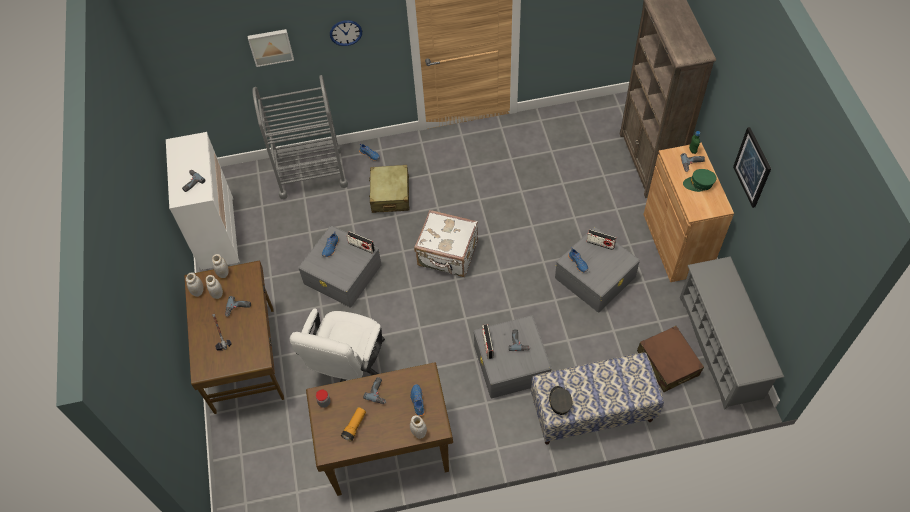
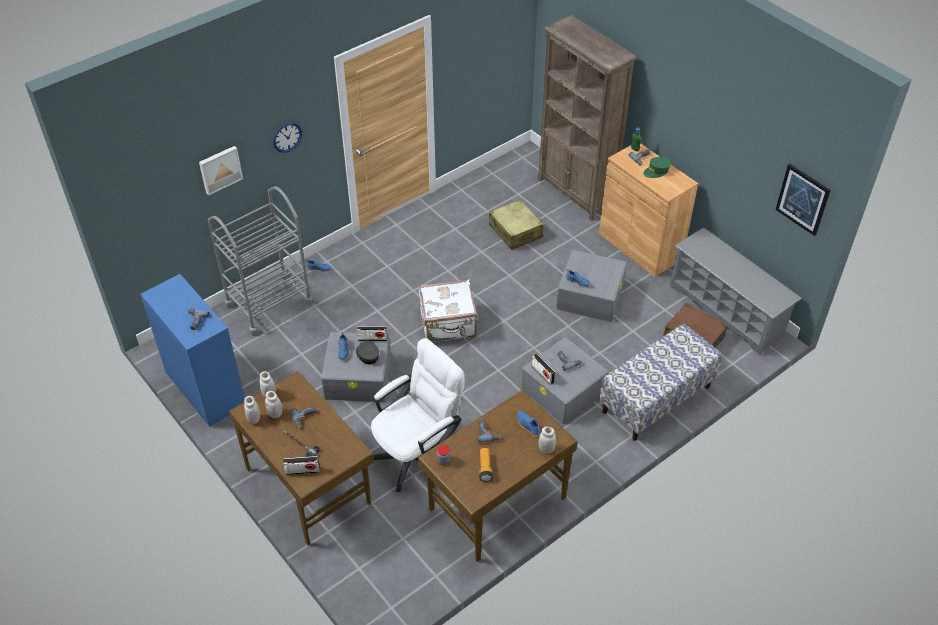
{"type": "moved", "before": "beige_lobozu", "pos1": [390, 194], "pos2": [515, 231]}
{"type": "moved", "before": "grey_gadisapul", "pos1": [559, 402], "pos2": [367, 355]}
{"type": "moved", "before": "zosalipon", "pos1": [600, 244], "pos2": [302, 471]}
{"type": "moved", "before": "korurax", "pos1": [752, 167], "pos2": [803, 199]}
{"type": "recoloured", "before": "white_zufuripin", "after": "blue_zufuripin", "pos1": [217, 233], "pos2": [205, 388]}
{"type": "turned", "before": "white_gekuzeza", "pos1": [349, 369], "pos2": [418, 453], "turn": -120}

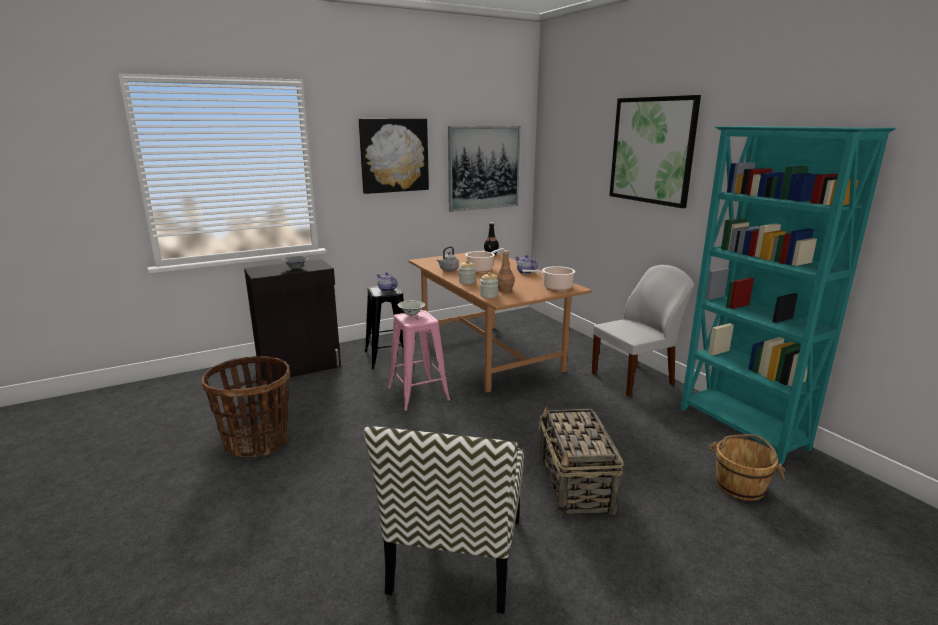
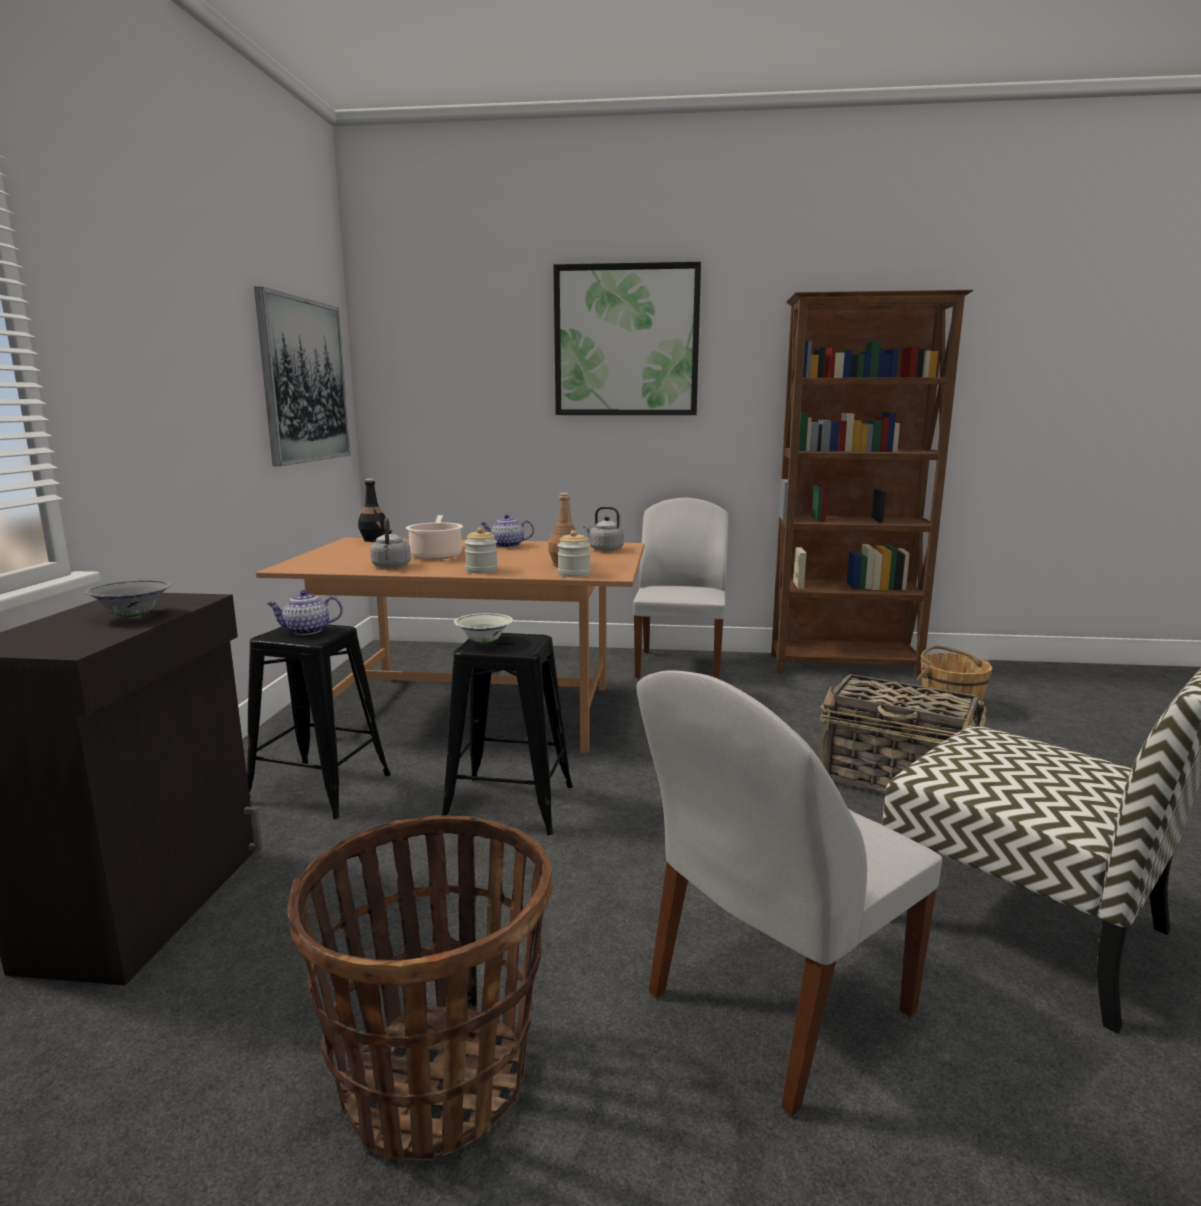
{"type": "removed", "before": "korurax", "pos1": [394, 155]}
{"type": "added", "after": "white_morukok", "pos2": [774, 1006]}
{"type": "replaced", "before": "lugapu", "after": "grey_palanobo", "pos1": [555, 287], "pos2": [604, 549]}
{"type": "recoloured", "before": "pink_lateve", "after": "black_lateve", "pos1": [418, 394], "pos2": [509, 805]}
{"type": "recoloured", "before": "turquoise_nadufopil", "after": "brown_nadufopil", "pos1": [741, 429], "pos2": [845, 666]}

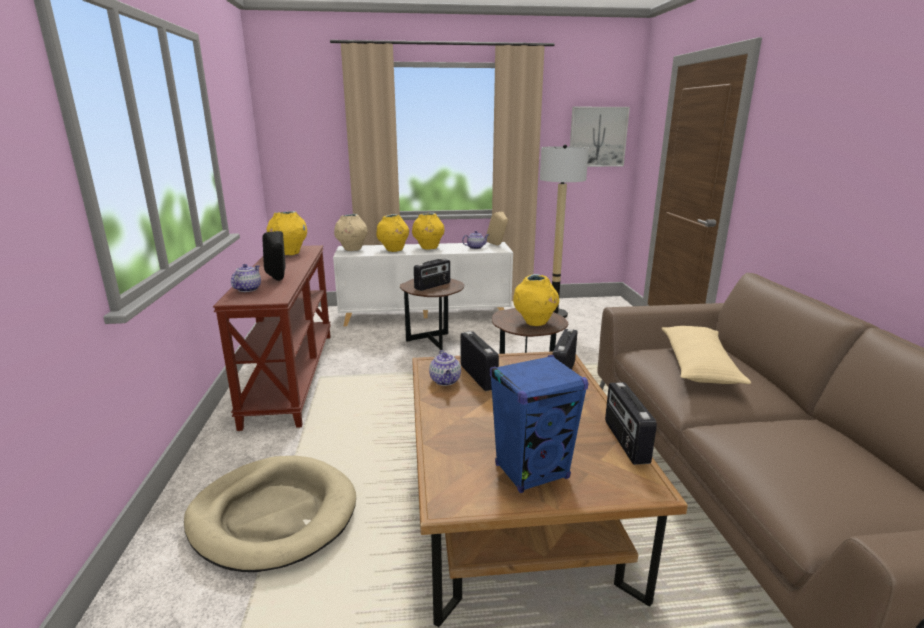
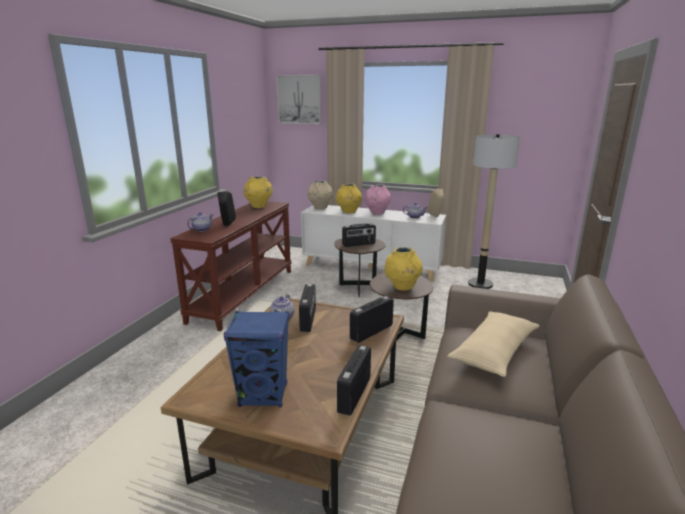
{"type": "removed", "before": "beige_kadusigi", "pos1": [273, 515]}
{"type": "moved", "before": "korurax", "pos1": [597, 137], "pos2": [299, 99]}
{"type": "recoloured", "before": "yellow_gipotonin", "after": "pink_gipotonin", "pos1": [428, 248], "pos2": [377, 213]}

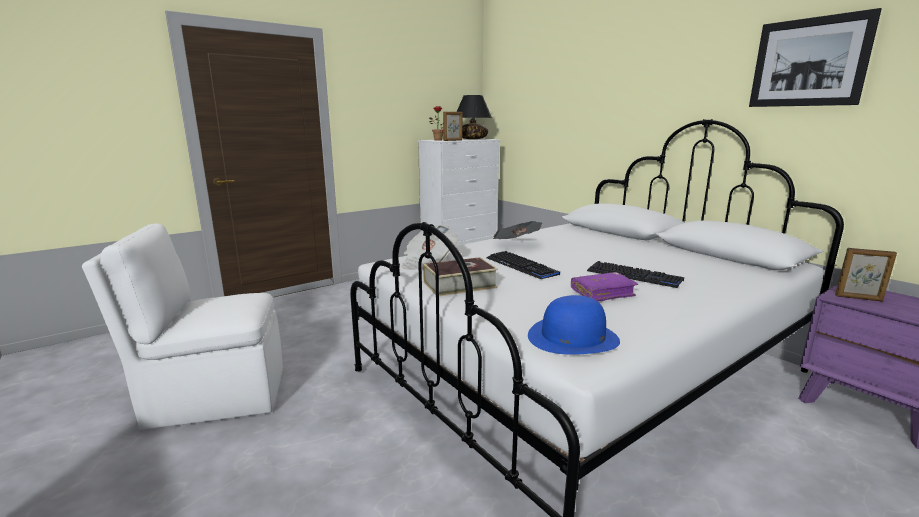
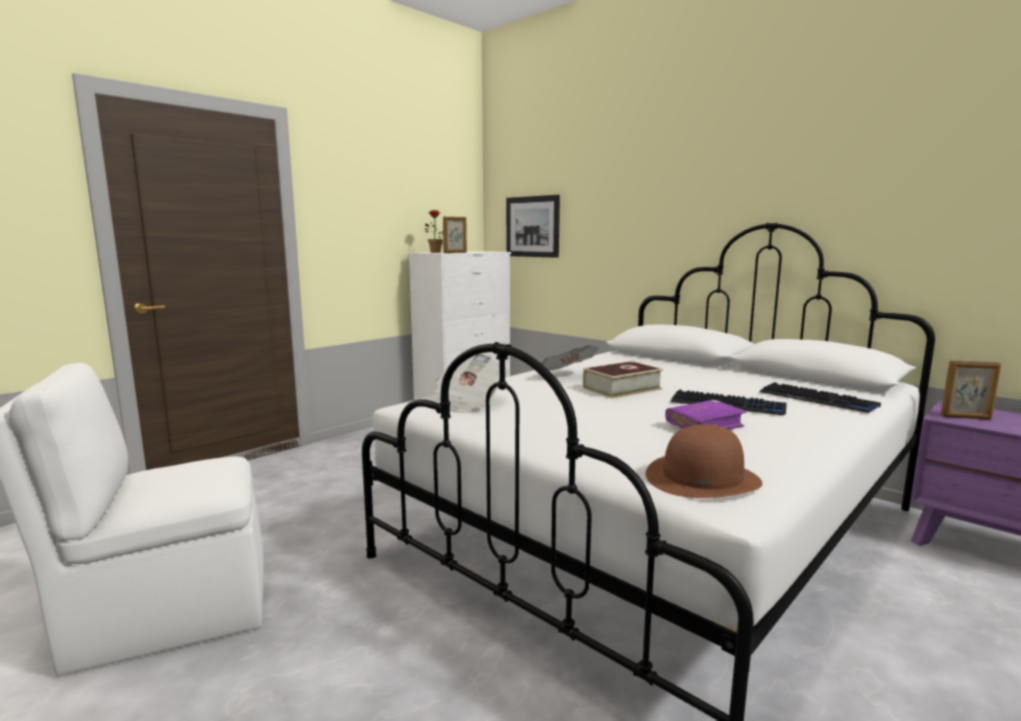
{"type": "removed", "before": "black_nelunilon", "pos1": [472, 139]}
{"type": "moved", "before": "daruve", "pos1": [459, 285], "pos2": [622, 388]}
{"type": "moved", "before": "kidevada", "pos1": [521, 266], "pos2": [817, 399]}
{"type": "moved", "before": "korurax", "pos1": [809, 62], "pos2": [532, 226]}
{"type": "recoloured", "before": "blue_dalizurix", "after": "brown_dalizurix", "pos1": [572, 337], "pos2": [702, 478]}

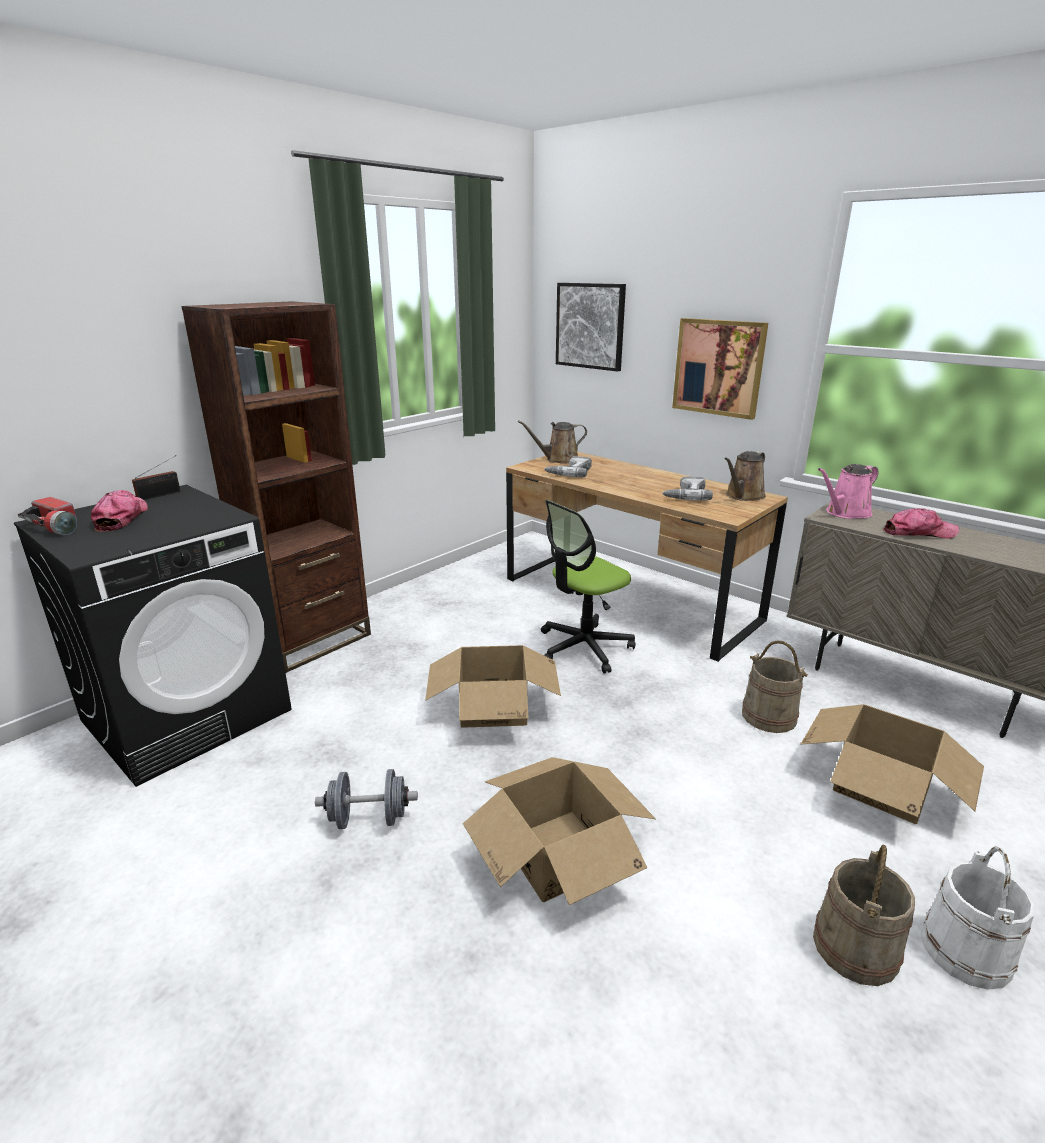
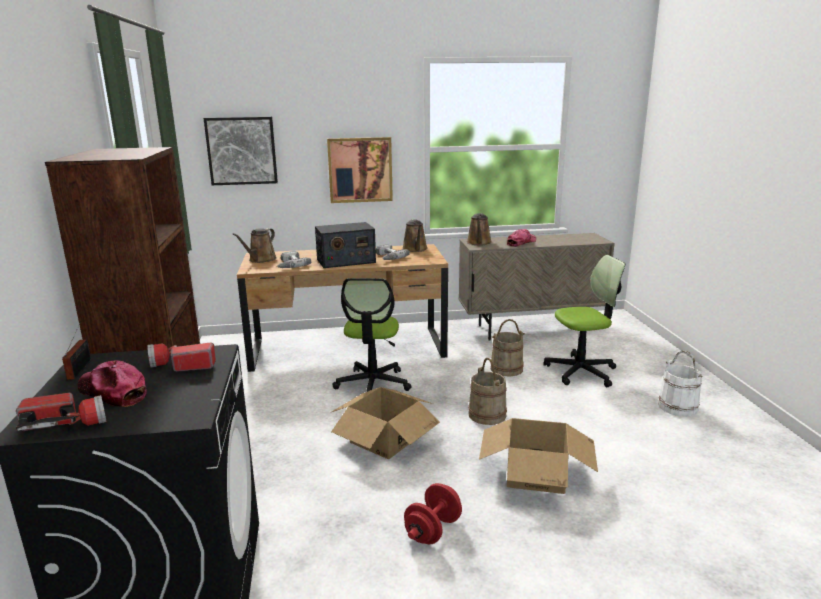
{"type": "added", "after": "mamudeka", "pos2": [182, 365]}
{"type": "added", "after": "zosalipon", "pos2": [345, 261]}
{"type": "moved", "before": "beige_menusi", "pos1": [856, 947], "pos2": [487, 414]}
{"type": "replaced", "before": "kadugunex", "after": "gekuzeza", "pos1": [881, 785], "pos2": [581, 371]}
{"type": "recoloured", "before": "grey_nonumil", "after": "red_nonumil", "pos1": [369, 819], "pos2": [433, 530]}
{"type": "recoloured", "before": "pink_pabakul", "after": "brown_pabakul", "pos1": [845, 513], "pos2": [479, 243]}

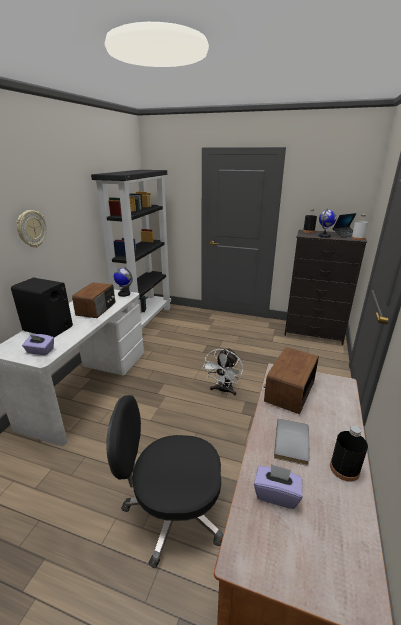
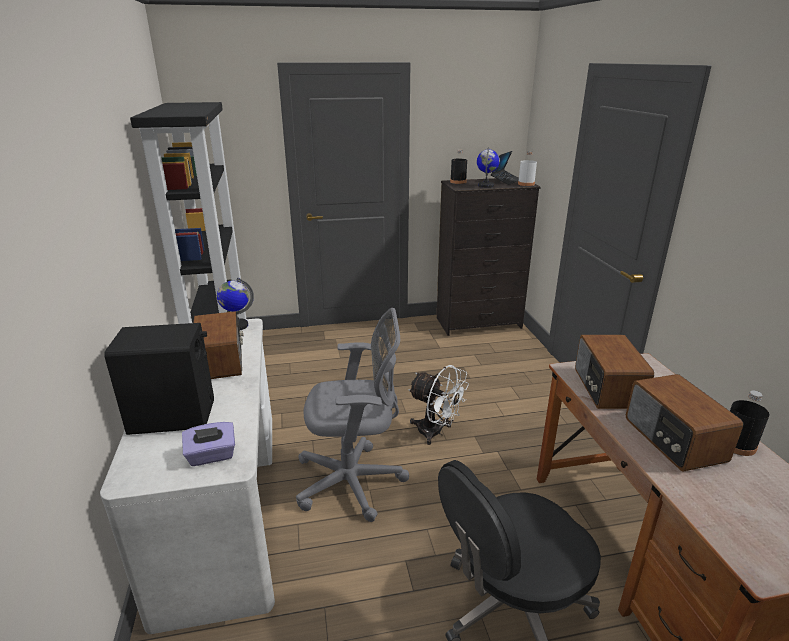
{"type": "removed", "before": "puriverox", "pos1": [31, 229]}
{"type": "removed", "before": "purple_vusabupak", "pos1": [276, 494]}
{"type": "added", "after": "grey_gekuzeza", "pos2": [354, 482]}
{"type": "replaced", "before": "grey_daruve", "after": "zosalipon", "pos1": [293, 443], "pos2": [673, 440]}
{"type": "turned", "before": "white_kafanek", "pos1": [223, 390], "pos2": [436, 432], "turn": -45}

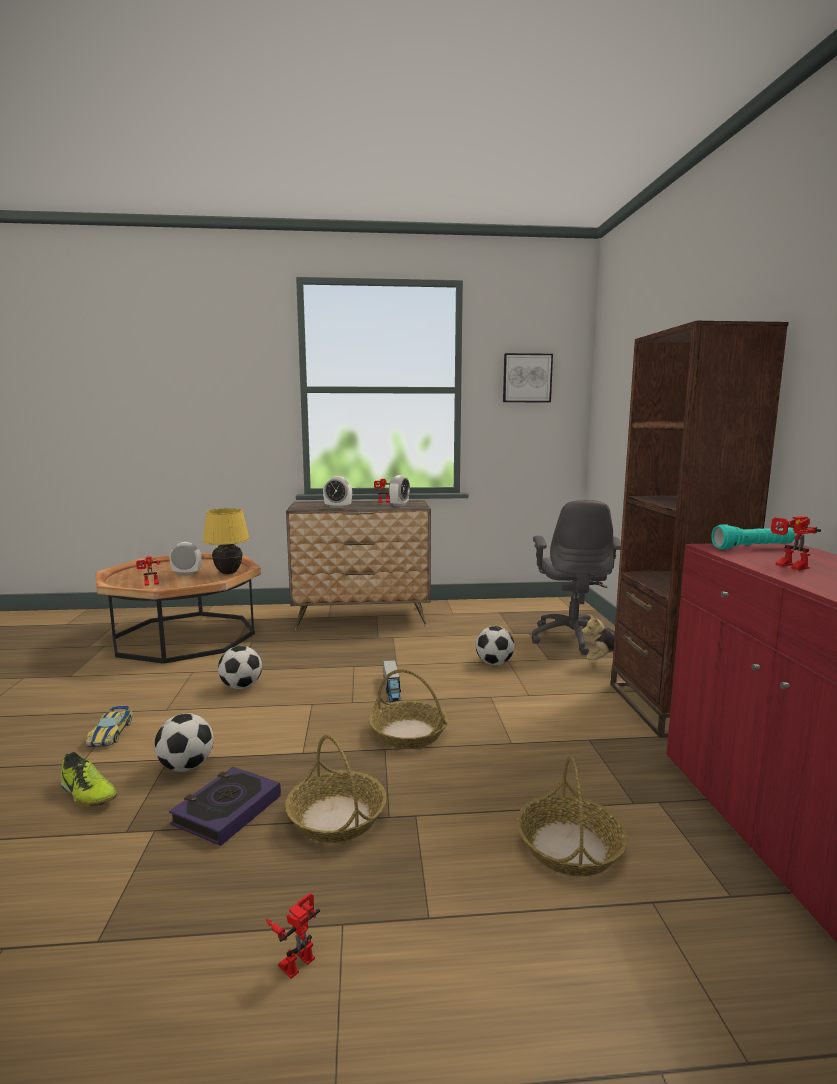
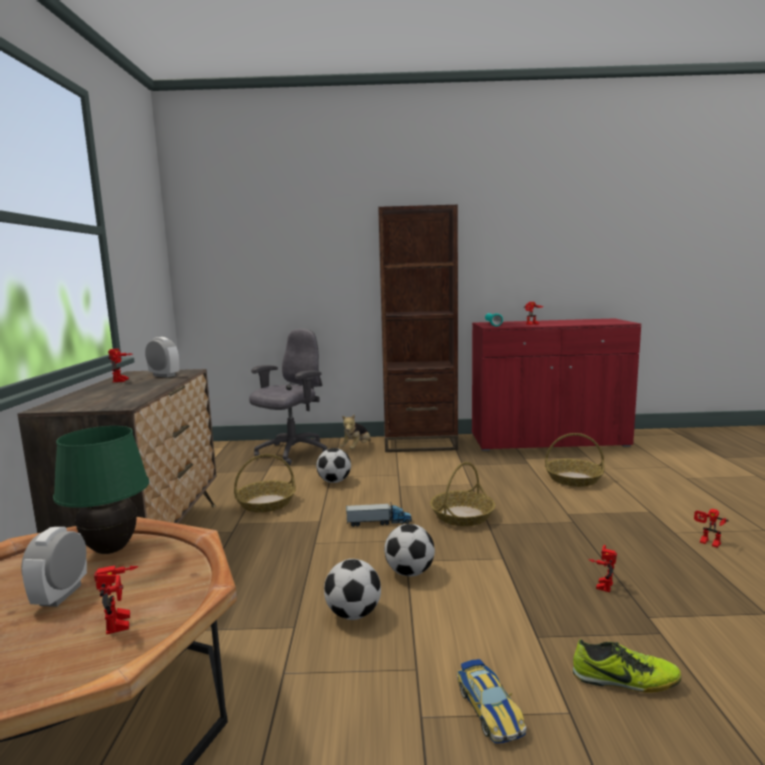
{"type": "removed", "before": "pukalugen", "pos1": [338, 507]}
{"type": "removed", "before": "korurax", "pos1": [527, 378]}
{"type": "moved", "before": "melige", "pos1": [186, 767], "pos2": [410, 572]}
{"type": "moved", "before": "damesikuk", "pos1": [337, 817], "pos2": [266, 503]}
{"type": "replaced", "before": "daruve", "after": "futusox", "pos1": [227, 810], "pos2": [601, 584]}
{"type": "recoloured", "before": "yellow_nelunilon", "after": "green_nelunilon", "pos1": [228, 573], "pos2": [110, 549]}
{"type": "turned", "before": "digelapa", "pos1": [87, 794], "pos2": [625, 680], "turn": 60}
{"type": "turned", "before": "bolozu", "pos1": [111, 733], "pos2": [489, 708], "turn": 75}
{"type": "turned", "before": "grey_gekuzeza", "pos1": [572, 638], "pos2": [292, 453], "turn": -60}

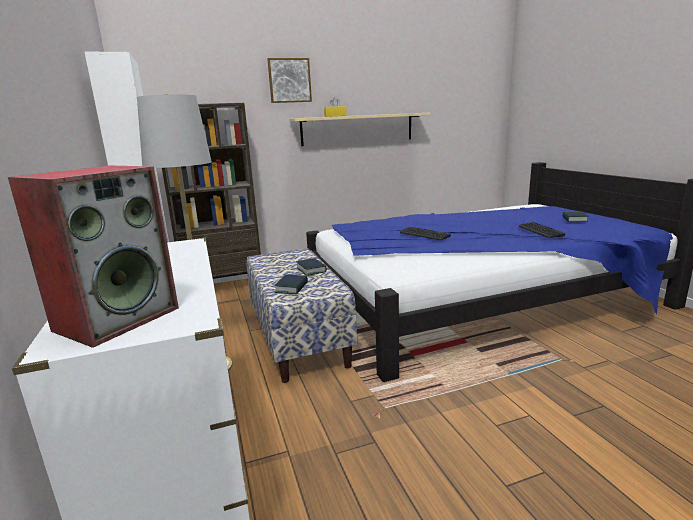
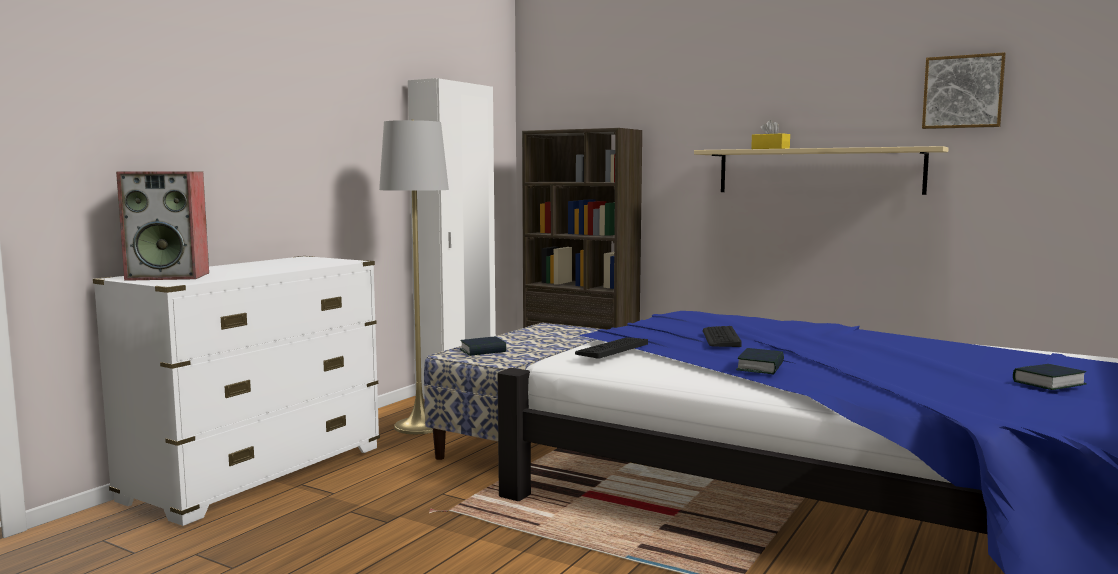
{"type": "moved", "before": "korurax", "pos1": [289, 80], "pos2": [963, 92]}
{"type": "moved", "before": "daruve", "pos1": [311, 270], "pos2": [760, 367]}
{"type": "moved", "before": "kidevada", "pos1": [540, 231], "pos2": [611, 349]}

